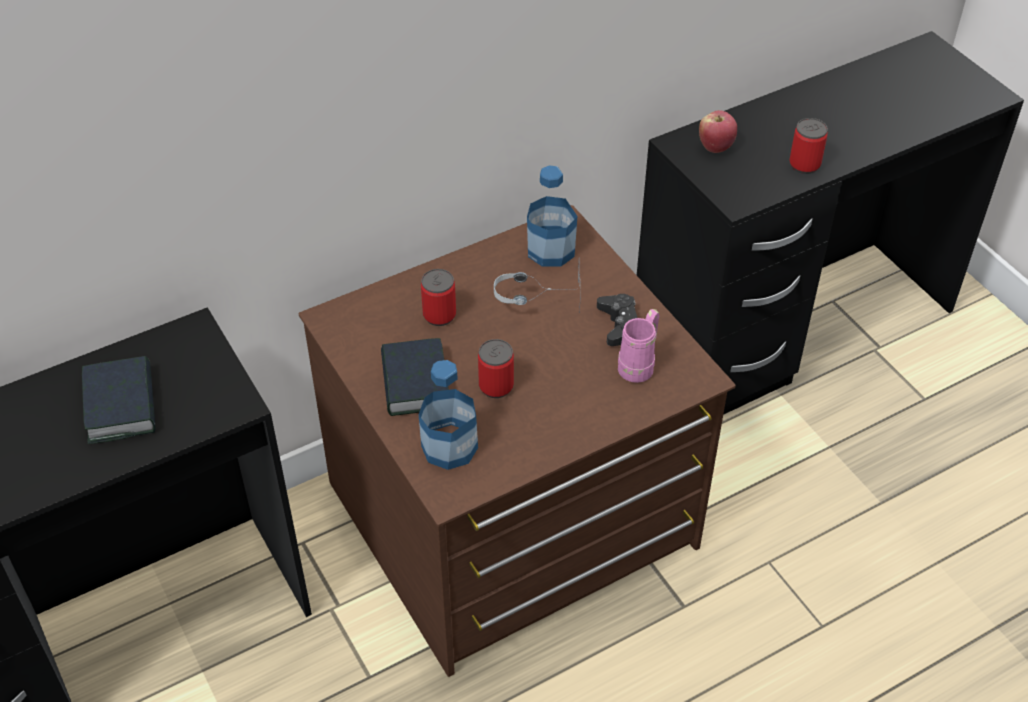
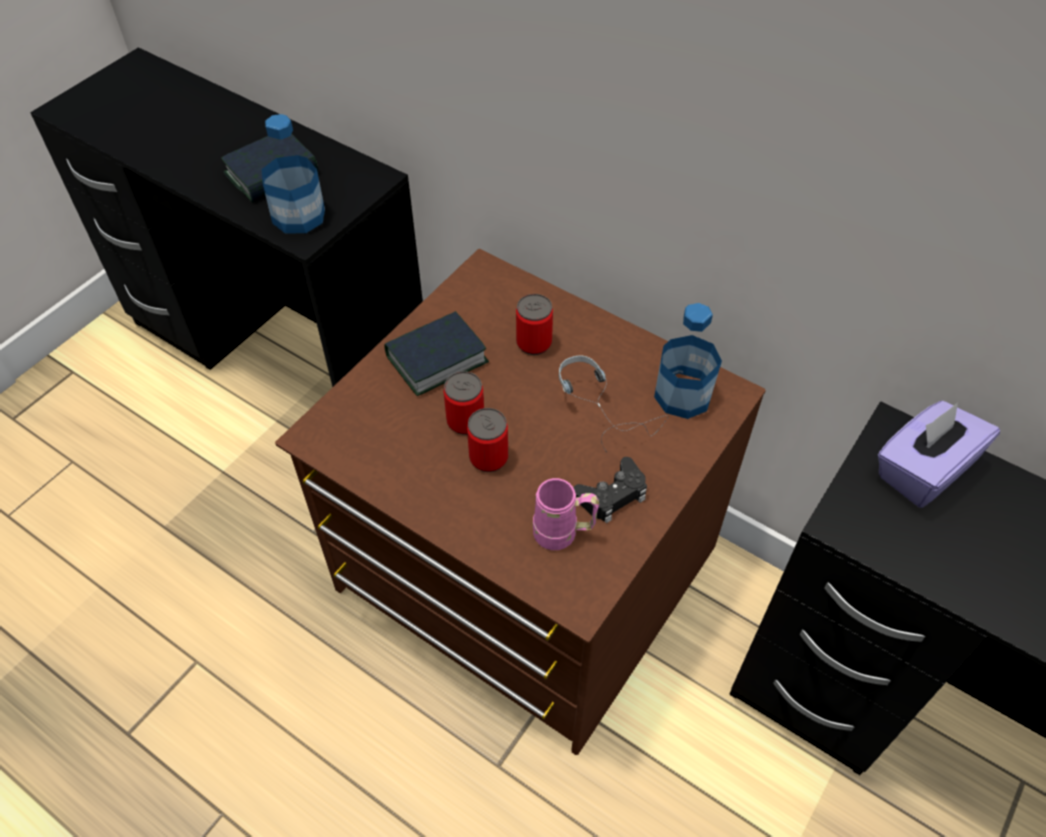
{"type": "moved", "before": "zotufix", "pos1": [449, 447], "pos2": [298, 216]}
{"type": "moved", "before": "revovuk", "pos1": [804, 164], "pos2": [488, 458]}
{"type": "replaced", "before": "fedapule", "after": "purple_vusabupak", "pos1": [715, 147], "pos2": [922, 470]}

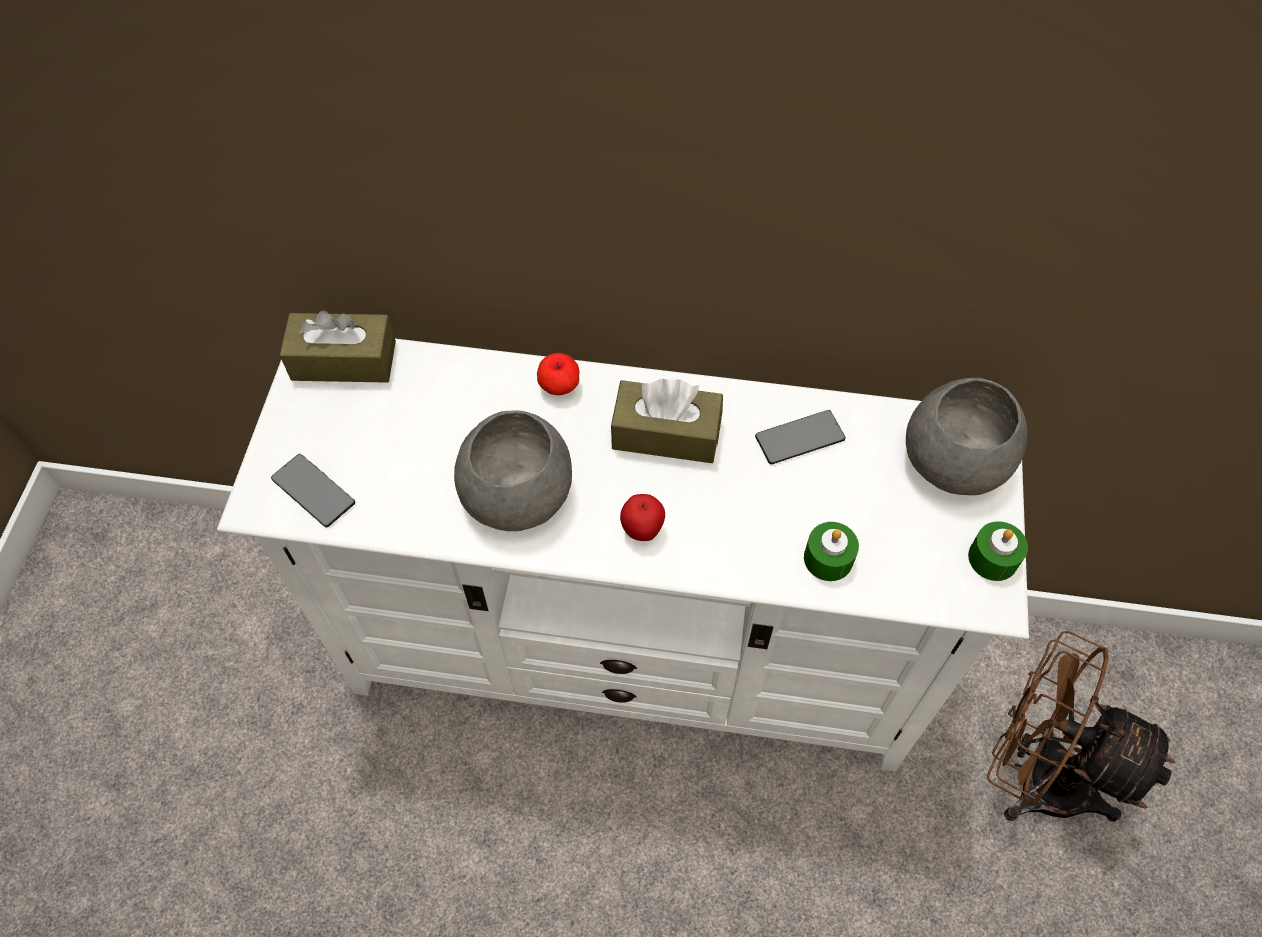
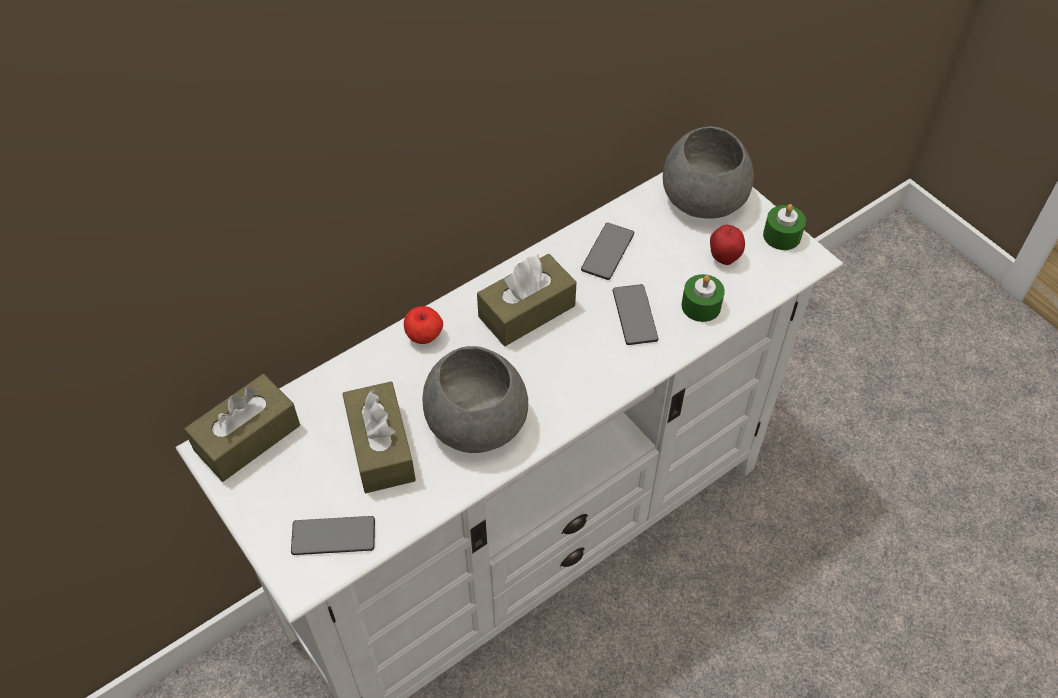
{"type": "removed", "before": "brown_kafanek", "pos1": [1035, 775]}
{"type": "added", "after": "brown_vusabupak", "pos2": [381, 447]}
{"type": "added", "after": "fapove", "pos2": [635, 315]}
{"type": "moved", "before": "fedapule", "pos1": [642, 530], "pos2": [724, 258]}

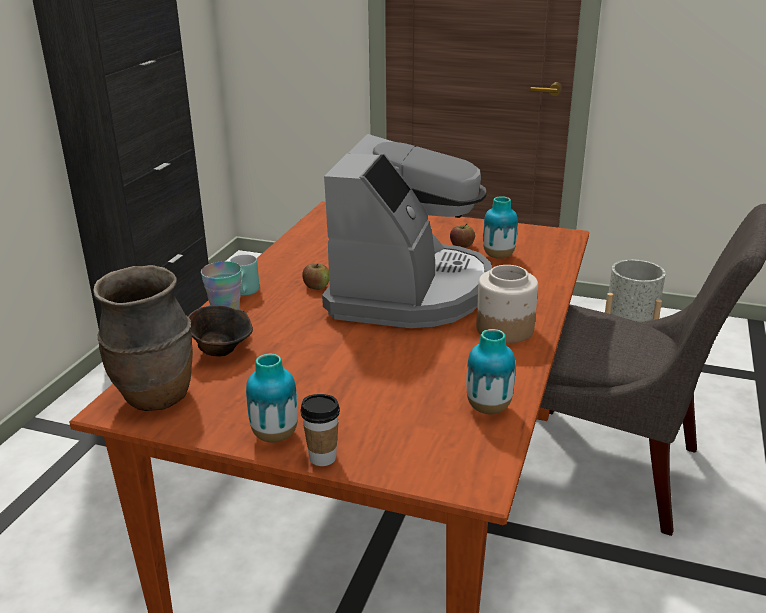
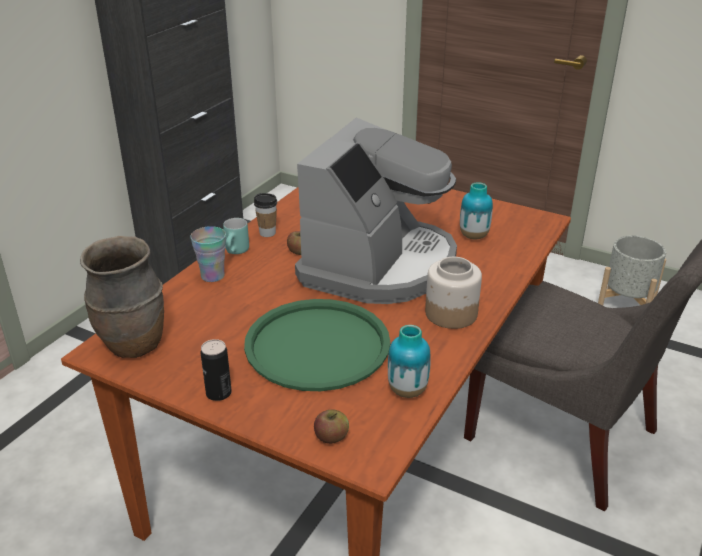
{"type": "removed", "before": "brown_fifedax", "pos1": [222, 350]}
{"type": "added", "after": "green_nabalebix", "pos2": [317, 345]}
{"type": "moved", "before": "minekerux", "pos1": [322, 457], "pos2": [267, 233]}
{"type": "moved", "before": "fedapule", "pos1": [462, 246], "pos2": [331, 437]}
{"type": "replaced", "before": "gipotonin", "after": "revovuk", "pos1": [275, 435], "pos2": [218, 393]}

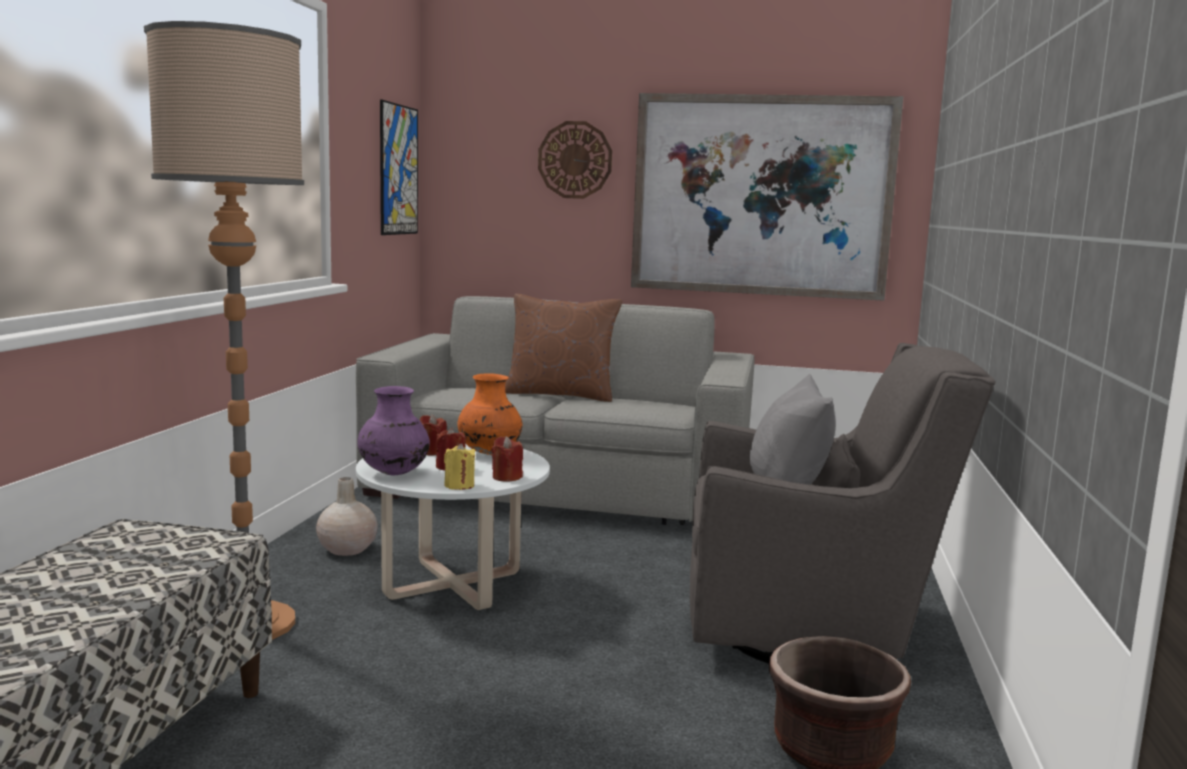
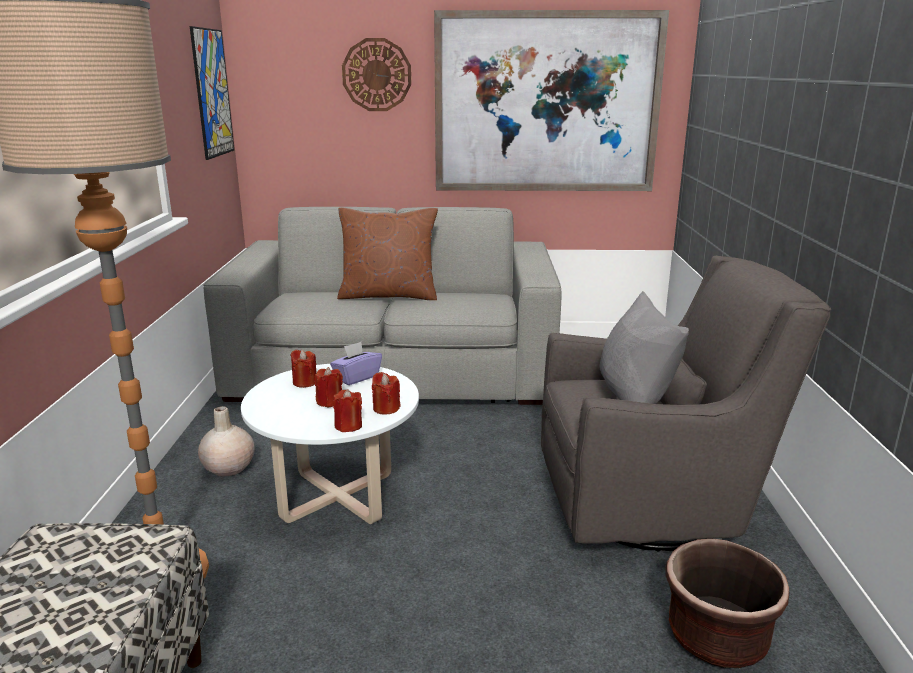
{"type": "removed", "before": "purple_gipotonin", "pos1": [393, 473]}
{"type": "replaced", "before": "orange_gipotonin", "after": "purple_vusabupak", "pos1": [489, 453], "pos2": [356, 377]}
{"type": "recoloured", "before": "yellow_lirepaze", "after": "red_lirepaze", "pos1": [459, 486], "pos2": [348, 426]}

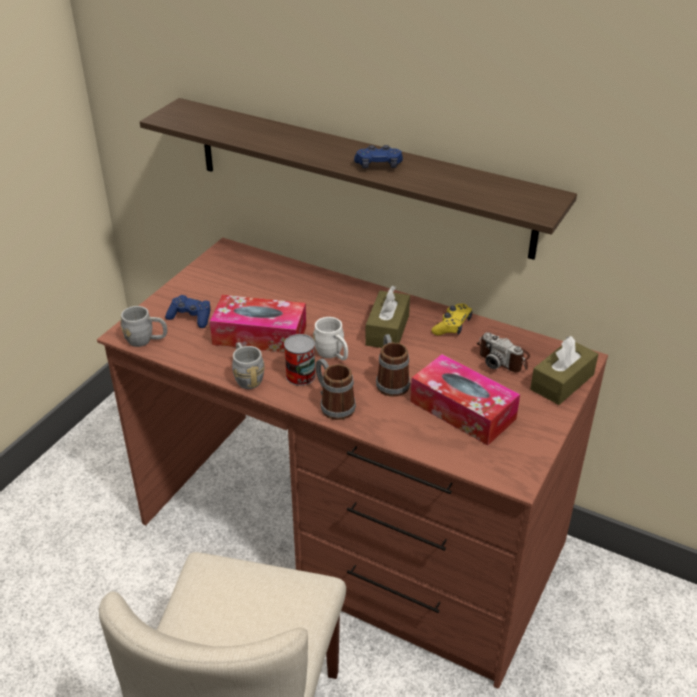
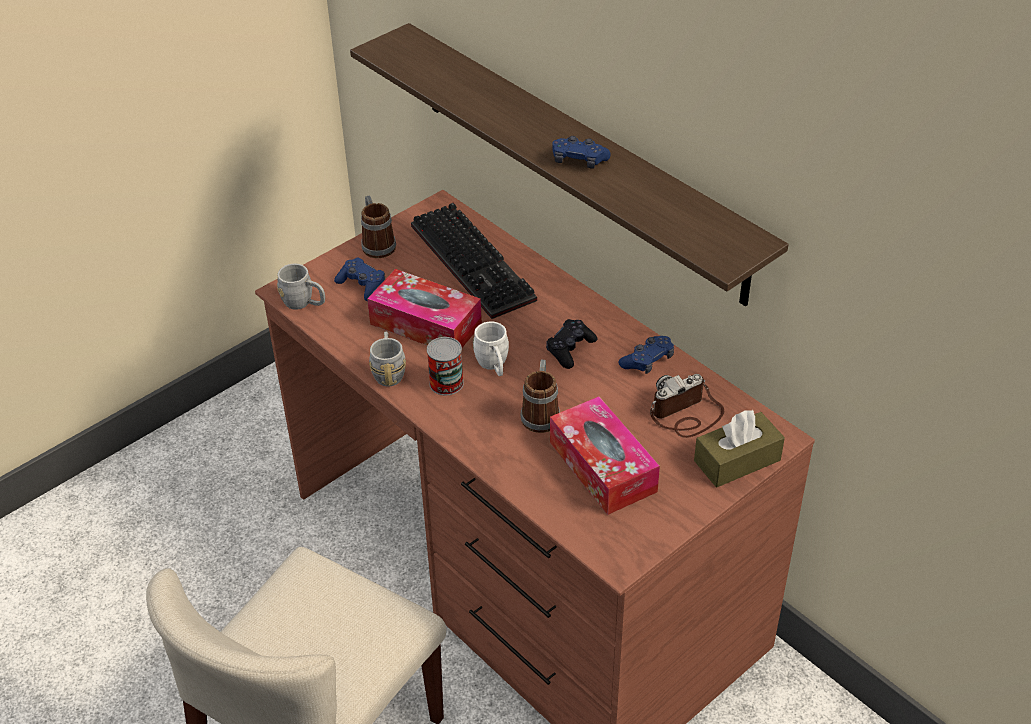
{"type": "added", "after": "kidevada", "pos2": [476, 263]}
{"type": "moved", "before": "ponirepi", "pos1": [333, 404], "pos2": [377, 243]}
{"type": "replaced", "before": "brown_vusabupak", "after": "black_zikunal", "pos1": [387, 330], "pos2": [570, 349]}
{"type": "recoloured", "before": "yellow_zikunal", "after": "blue_zikunal", "pos1": [452, 326], "pos2": [647, 361]}
{"type": "turned", "before": "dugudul", "pos1": [504, 358], "pos2": [686, 414], "turn": 90}

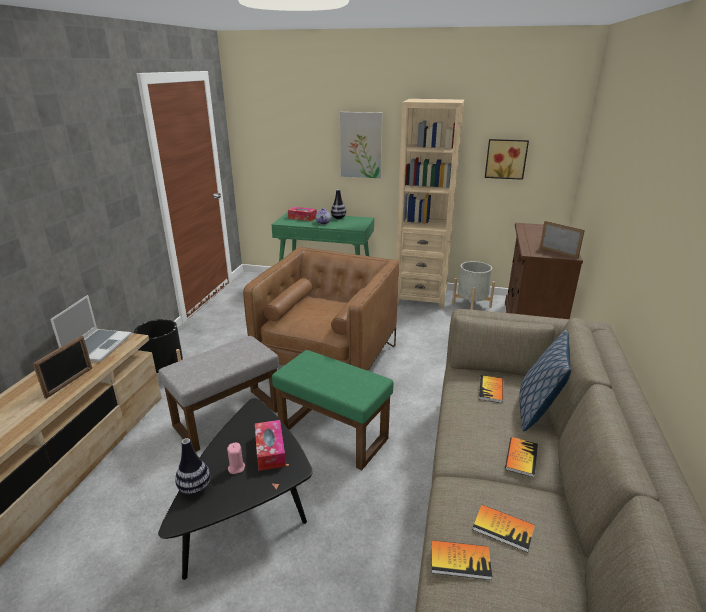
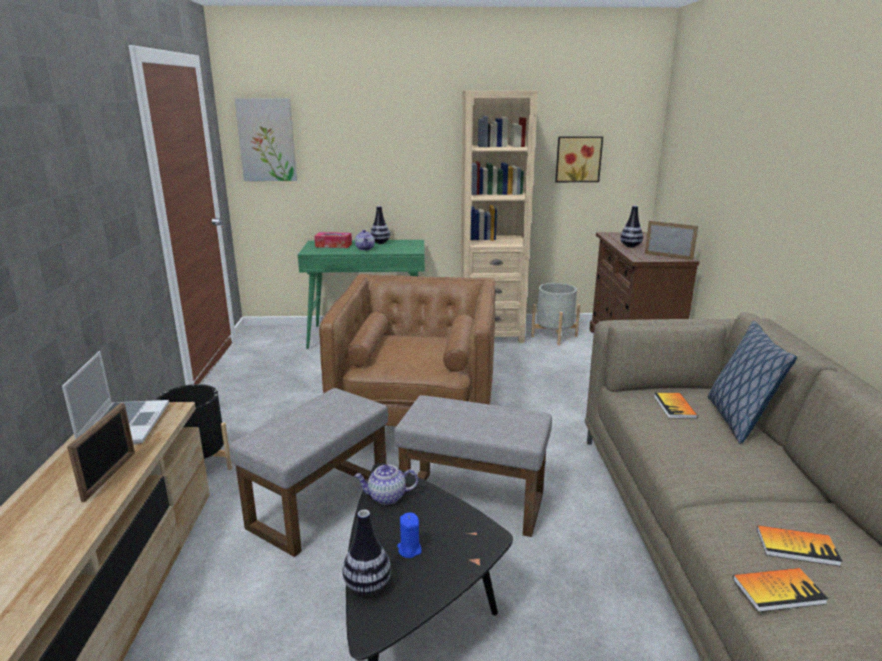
{"type": "removed", "before": "vusabupak", "pos1": [270, 450]}
{"type": "removed", "before": "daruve", "pos1": [521, 457]}
{"type": "added", "after": "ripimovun", "pos2": [386, 497]}
{"type": "added", "after": "gipotonin", "pos2": [630, 246]}
{"type": "moved", "before": "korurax", "pos1": [361, 145], "pos2": [267, 140]}
{"type": "recoloured", "before": "pink_lirepaze", "after": "blue_lirepaze", "pos1": [236, 467], "pos2": [409, 549]}
{"type": "recoloured", "before": "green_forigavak", "after": "grey_forigavak", "pos1": [335, 435], "pos2": [474, 502]}

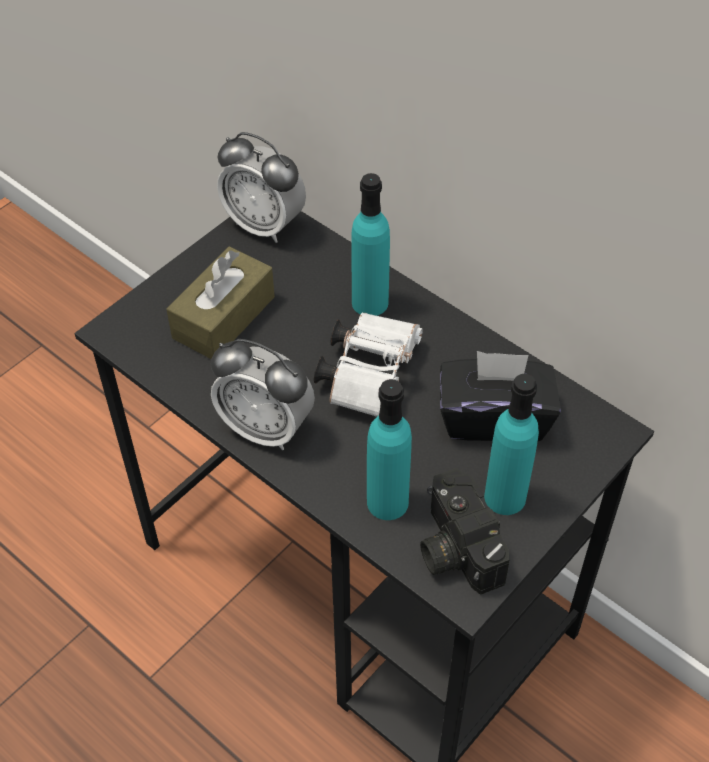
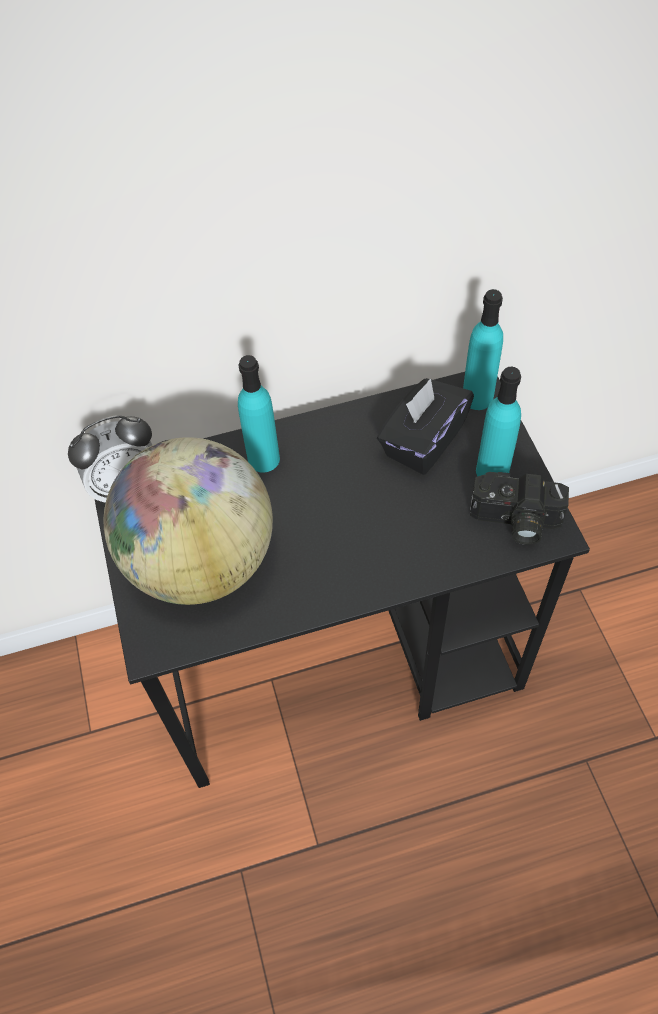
{"type": "removed", "before": "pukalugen", "pos1": [266, 428]}
{"type": "removed", "before": "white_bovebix", "pos1": [370, 373]}
{"type": "moved", "before": "turquoise_zotufix", "pos1": [387, 502], "pos2": [477, 398]}
{"type": "replaced", "before": "brown_vusabupak", "after": "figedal", "pos1": [224, 317], "pos2": [201, 561]}

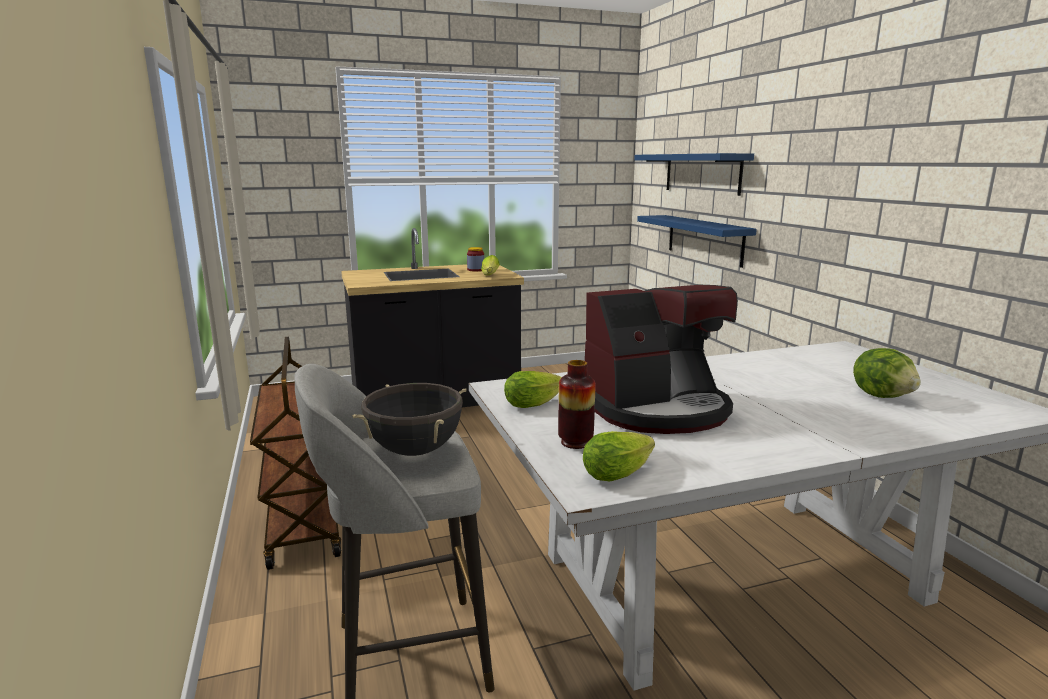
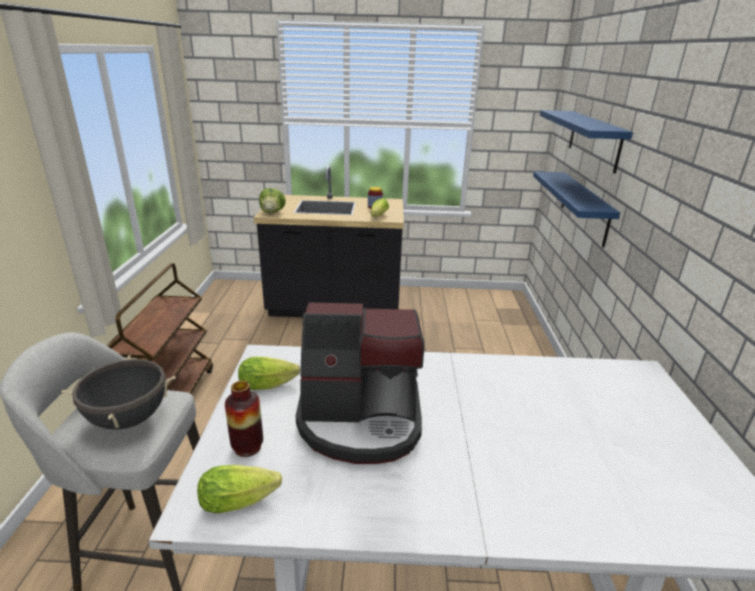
{"type": "moved", "before": "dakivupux", "pos1": [883, 396], "pos2": [272, 212]}

